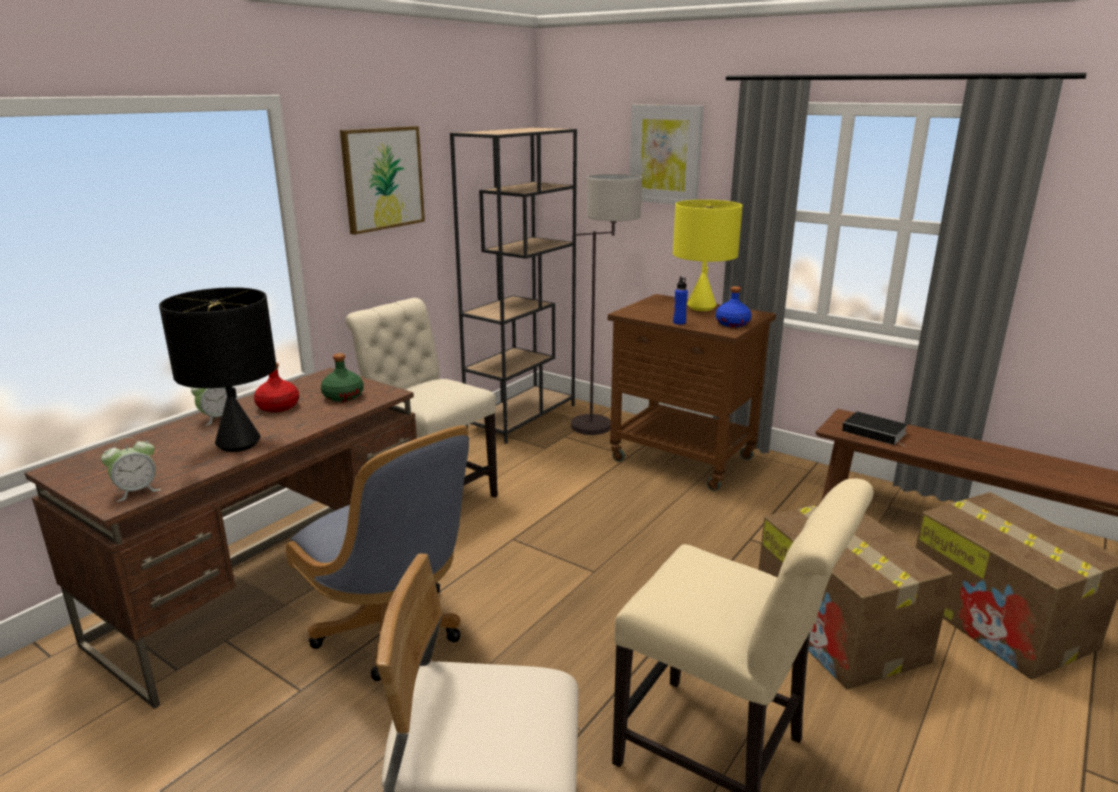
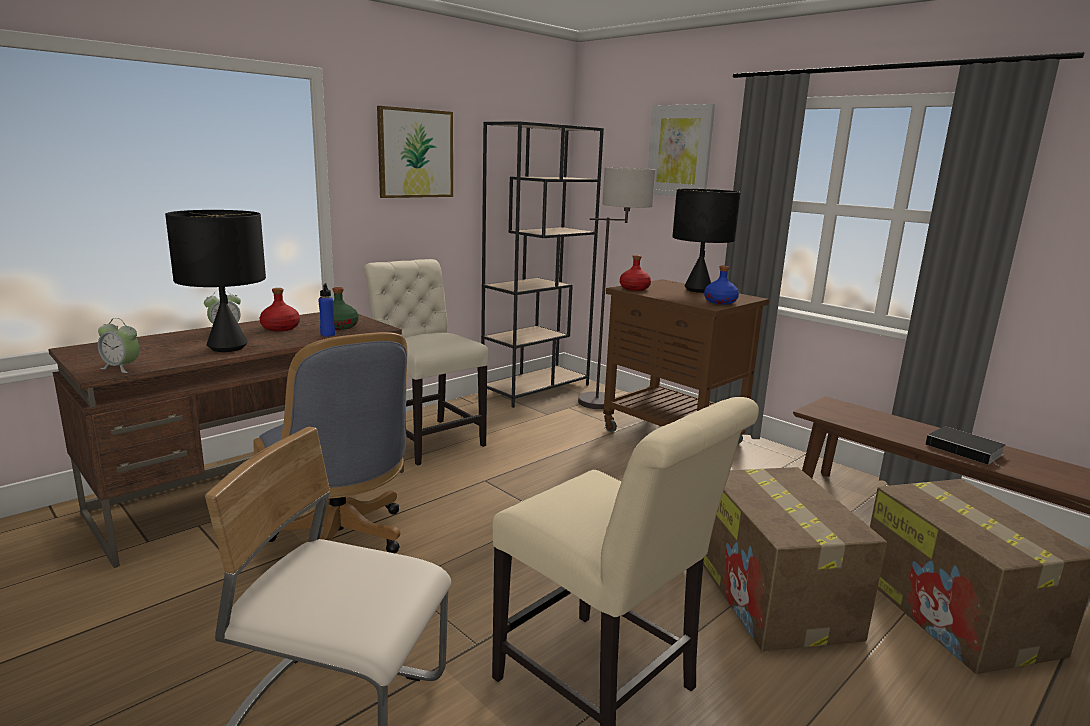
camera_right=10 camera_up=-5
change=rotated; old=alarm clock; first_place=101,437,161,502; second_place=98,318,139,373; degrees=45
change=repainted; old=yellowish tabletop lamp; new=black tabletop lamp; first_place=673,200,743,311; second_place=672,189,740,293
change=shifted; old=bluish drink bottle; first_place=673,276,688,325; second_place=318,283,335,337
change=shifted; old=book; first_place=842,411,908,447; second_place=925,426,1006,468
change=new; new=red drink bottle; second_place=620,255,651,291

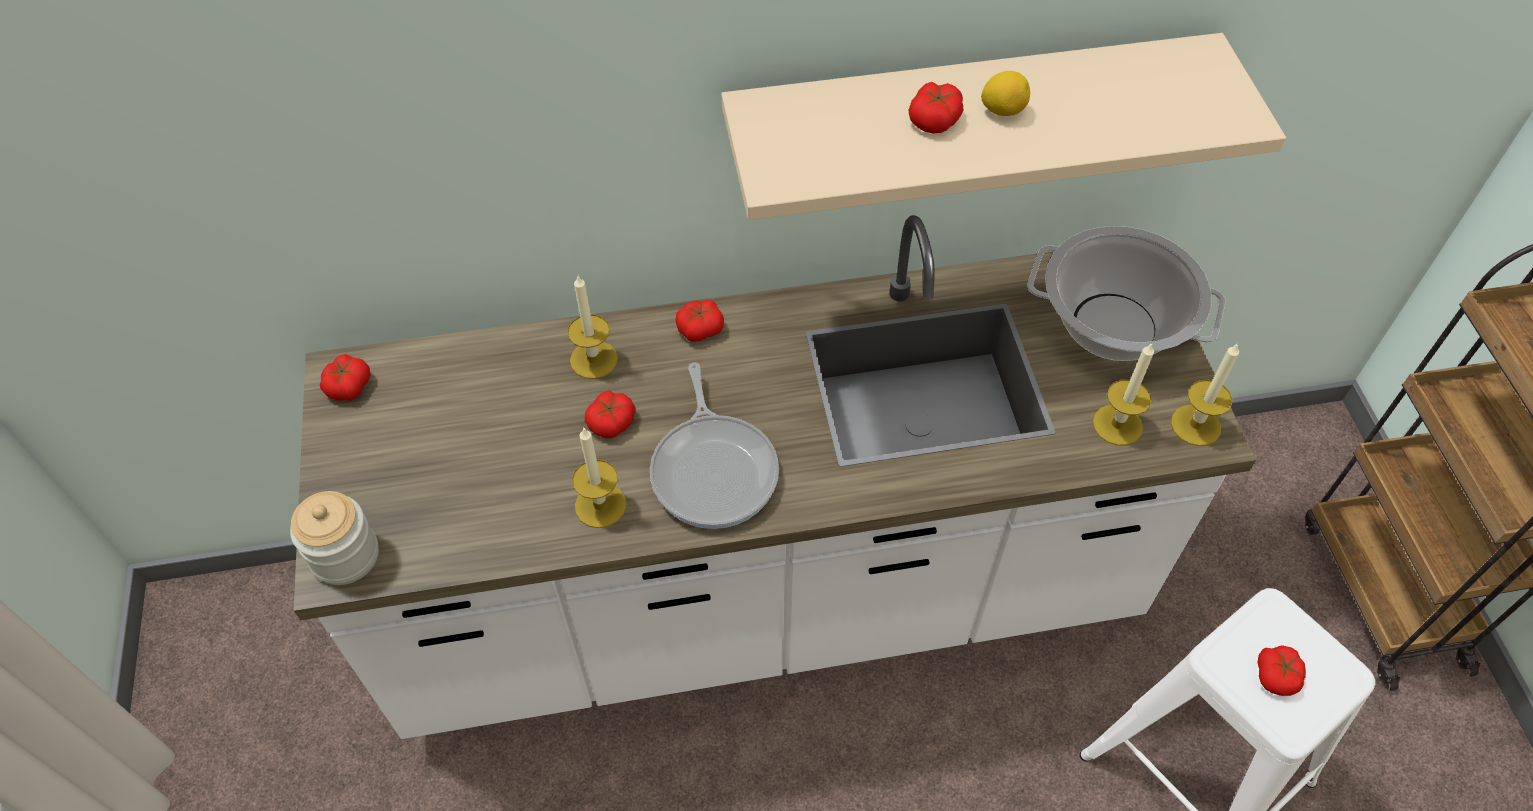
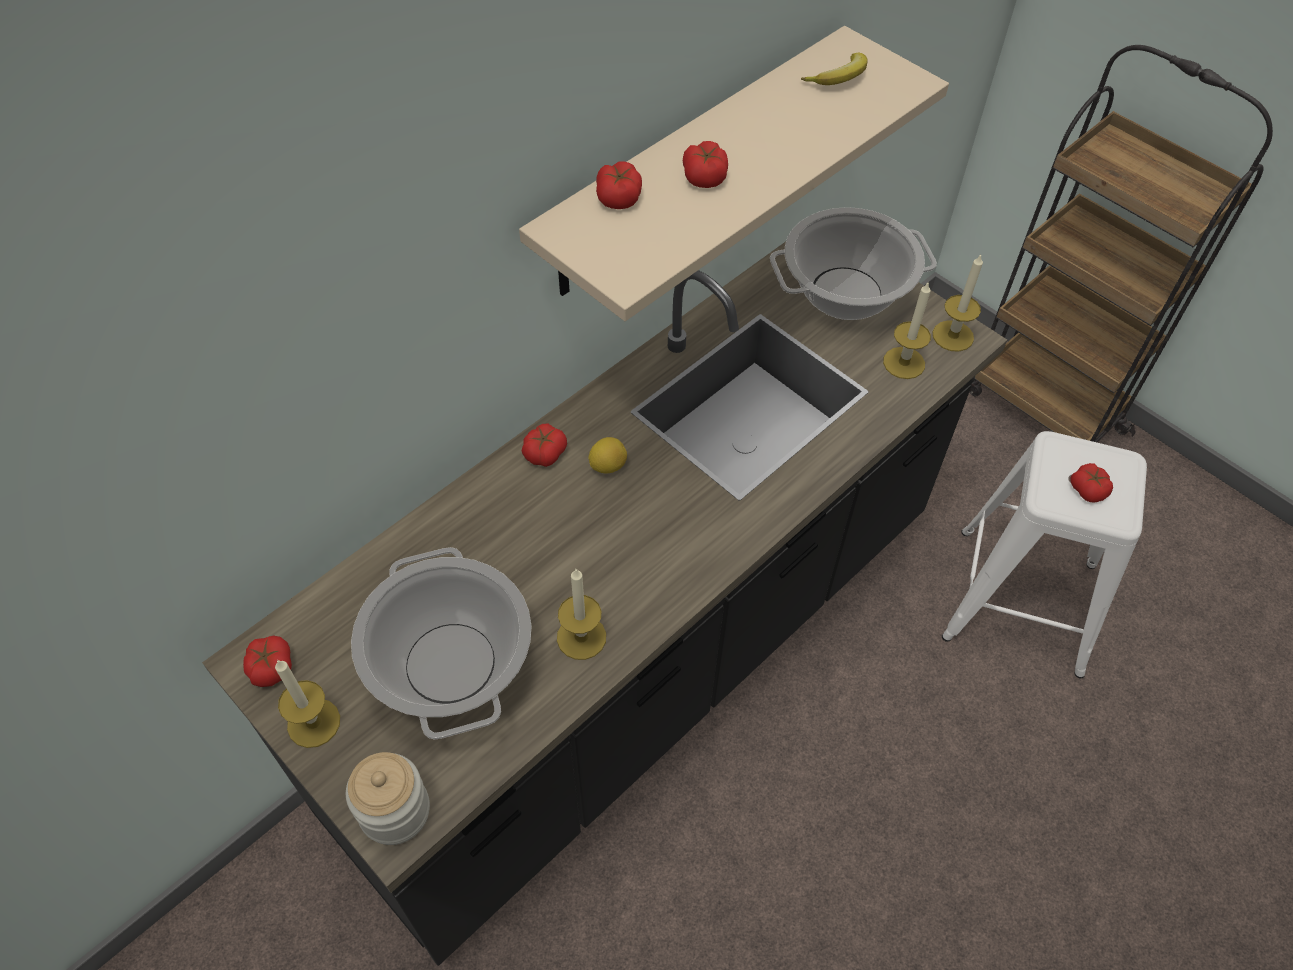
camera_right=-35 camera_up=0
change=repainted; old=whitish kitchen counter; new=black kitchen counter; first_place=294,215,1256,739; second_place=202,242,1007,966
change=shifted; old=wax candle; first_place=567,276,618,379; second_place=275,659,340,748
change=shifted; old=fresh tomato; first_place=585,390,636,438; second_place=596,162,642,209
change=gone; old=pan; first_place=650,362,779,529
change=shifted; old=whole lemon; first_place=981,71,1030,116; second_place=588,437,627,473
change=new; new=stockpot; second_place=351,547,531,740
change=new; new=banana fruit; second_place=801,53,868,85

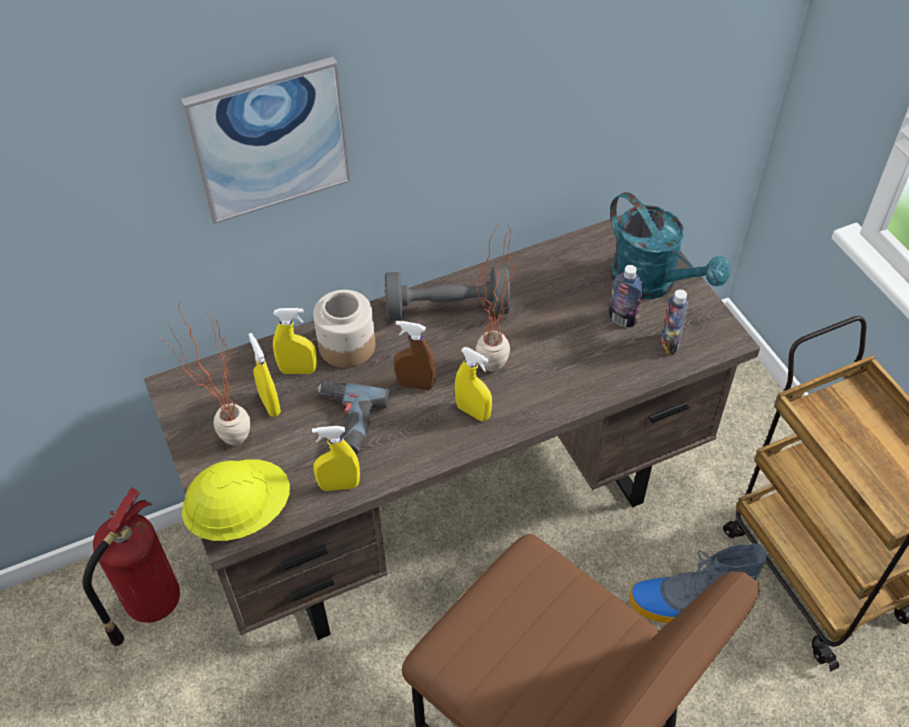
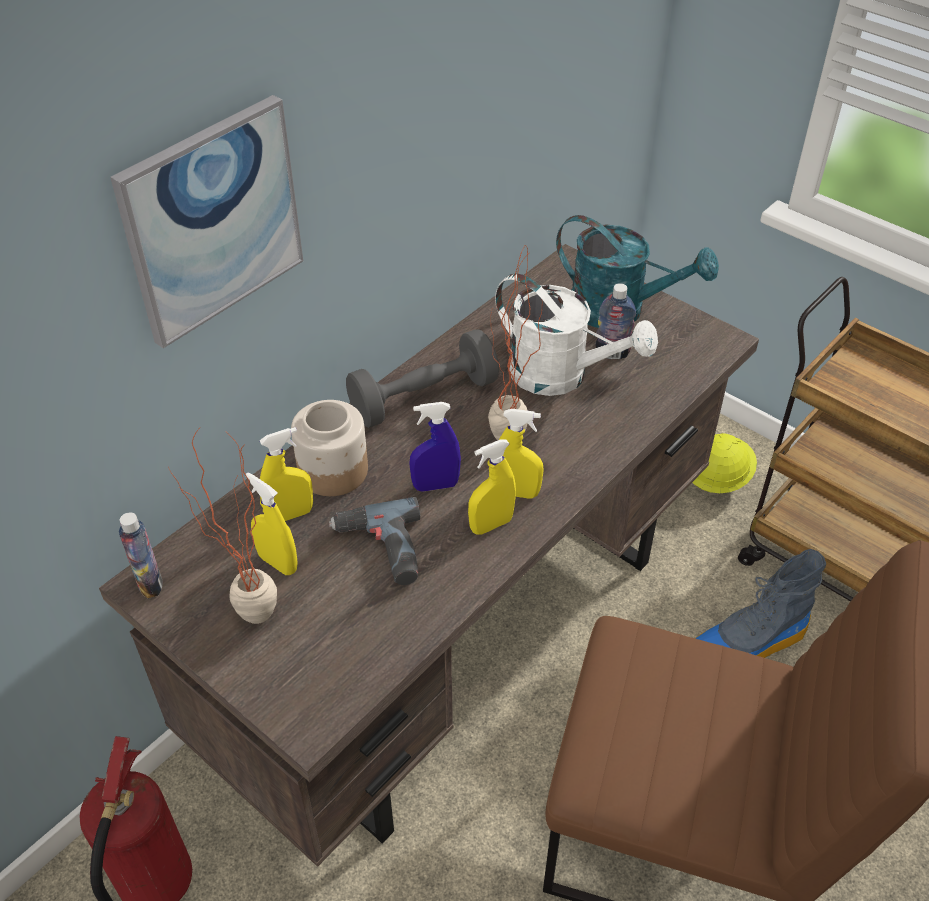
camera_right=-25 camera_up=-5
change=shifted; old=yellowish safety helmet; first_place=182,460,290,541; second_place=692,433,757,493
change=shifted; old=yellowish hand sprayer; first_place=312,426,360,491; second_place=468,439,516,535
change=repainted; old=brown hand sprayer; new=bluish hand sprayer; first_place=394,321,436,390; second_place=409,402,461,492
change=shifted; old=drink bottle; first_place=661,289,688,354; second_place=119,512,163,598
change=new; new=whitish sprinkling can; second_place=495,274,658,396

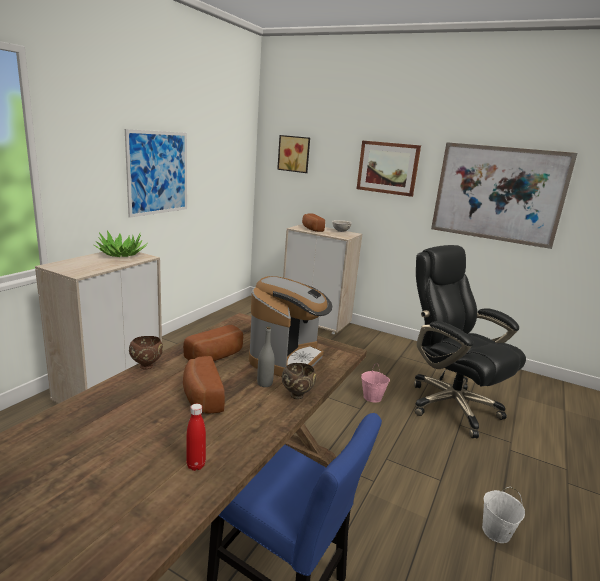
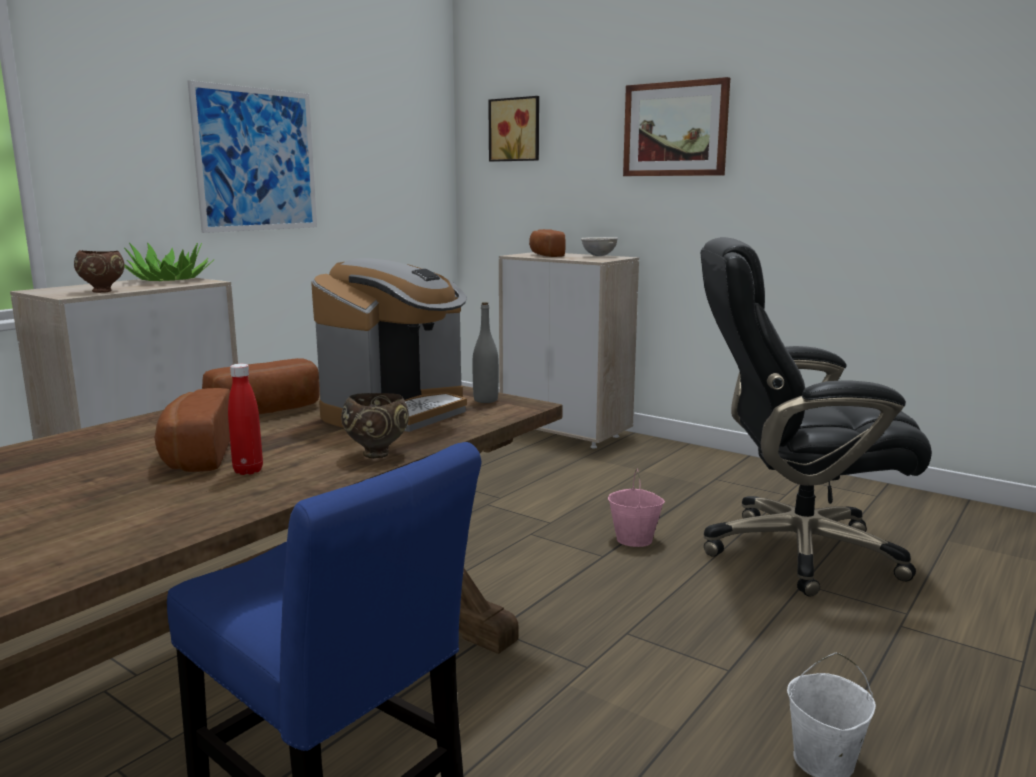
camera_right=10 camera_up=-5
change=shifted; old=brown bowl; first_place=129,336,163,370; second_place=74,250,125,293
change=shifted; old=red drink bottle; first_place=186,404,206,471; second_place=228,364,263,475
change=shifted; old=greyish drink bottle; first_place=257,327,275,387; second_place=472,302,499,403
change=rotated; old=black computer chair; first_place=414,245,526,438; second_place=701,237,932,597; degrees=-60
change=gone; old=picture; first_place=431,142,577,249

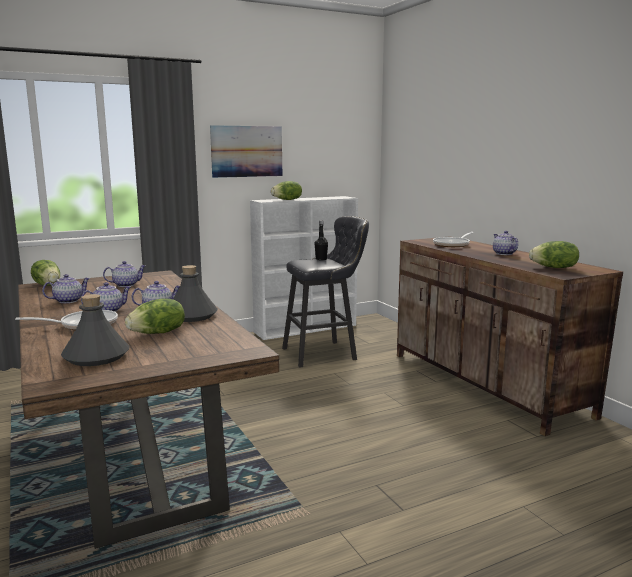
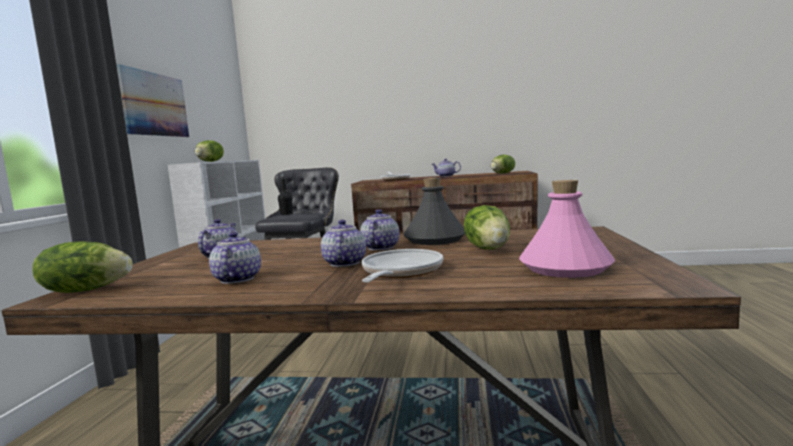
camera_right=-55 camera_up=-5
change=repainted; old=greyish drink bottle; new=pink drink bottle; first_place=61,294,130,366; second_place=519,180,615,278

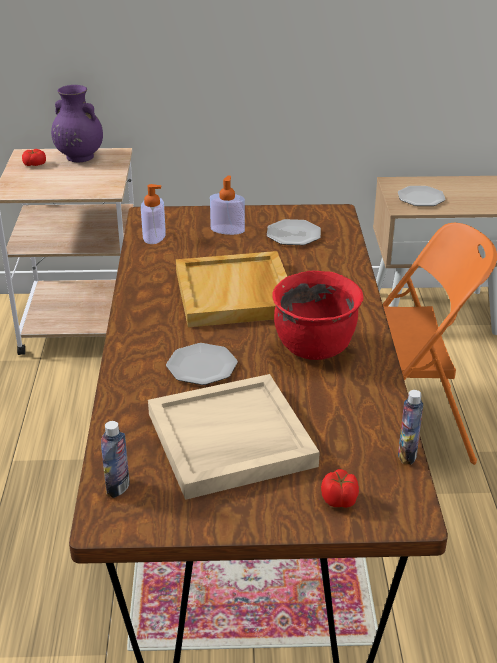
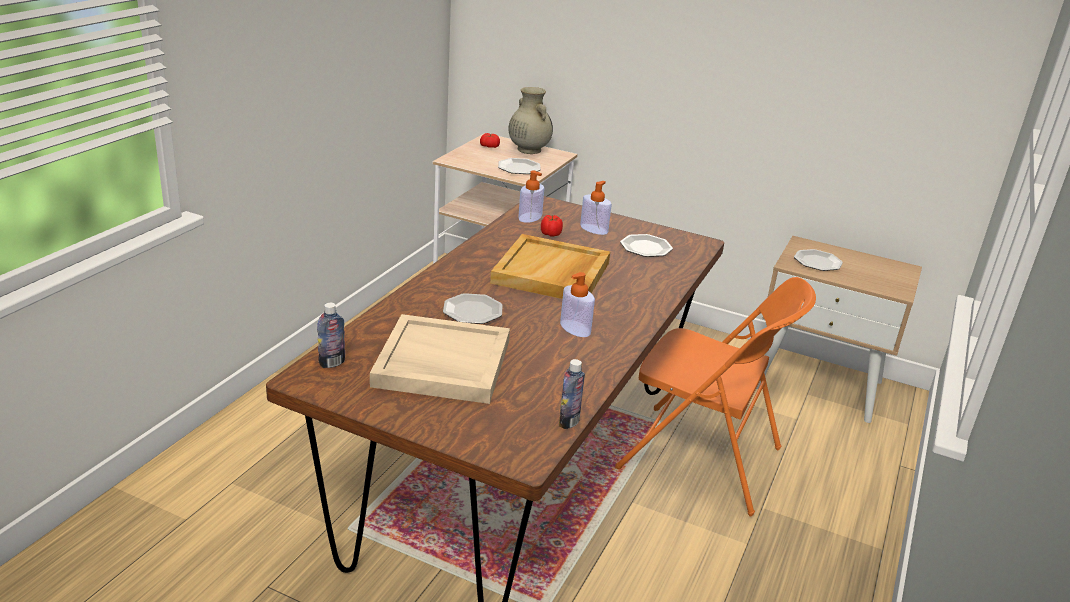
camera_right=25 camera_up=-5
change=repainted; old=purple flower vase; new=sand-coloured flower vase; first_place=51,85,103,162; second_place=509,87,553,154
change=swapped; old=red stockpot; new=liquid soap bottle; first_place=272,271,364,360; second_place=560,272,595,337
change=shifted; old=fresh tomato; first_place=321,469,359,508; second_place=541,215,563,237
change=new; new=flat dish; second_place=498,158,541,174

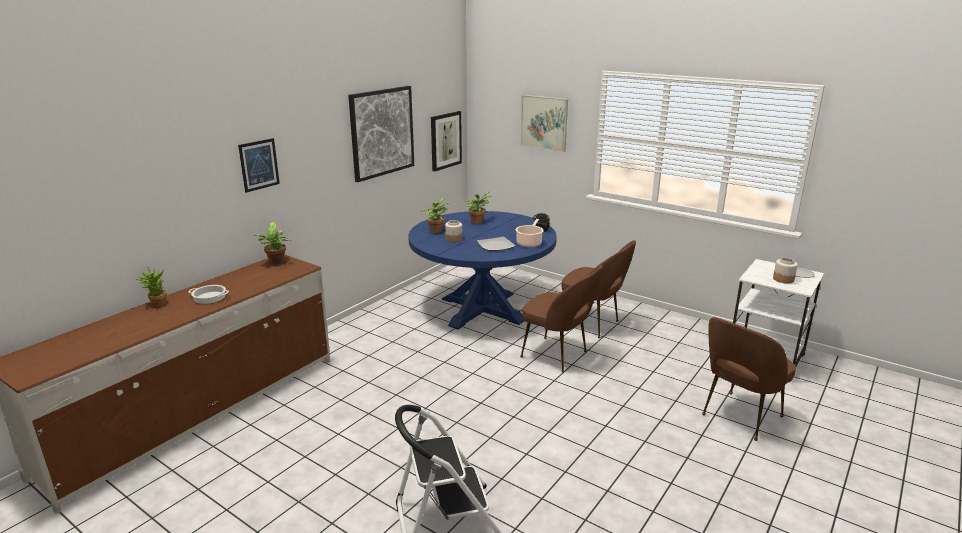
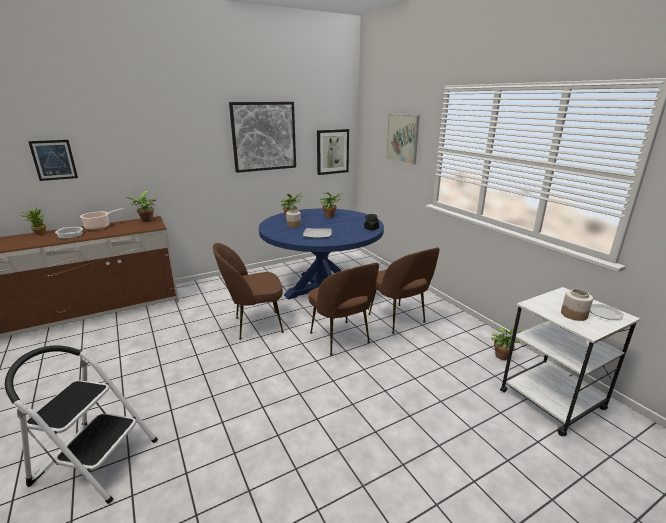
camera_right=25 camera_up=0
change=shifted; old=picture; first_place=238,138,280,193; second_place=28,140,78,181
change=shifted; old=stockpot; first_place=515,219,544,247; second_place=80,208,124,230
change=shifted; old=brown chair; first_place=702,317,796,441; second_place=213,243,284,340
change=new; new=potted plant; second_place=491,328,527,360

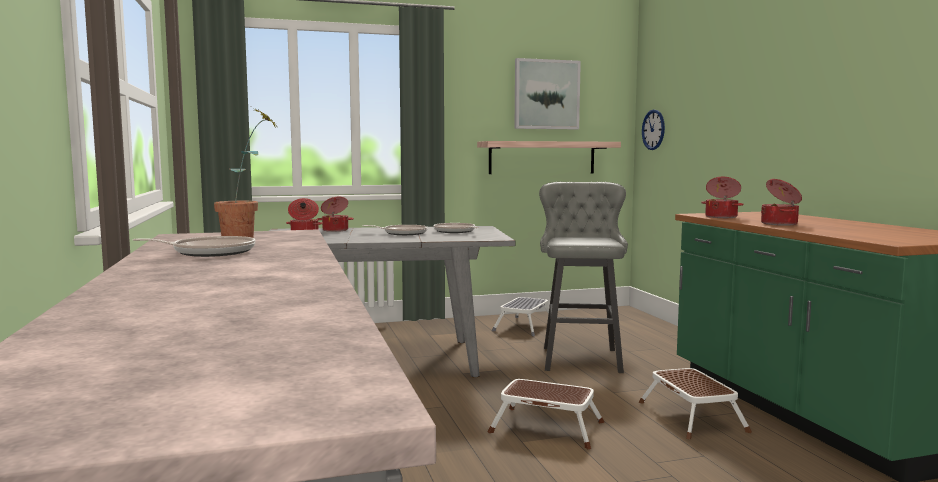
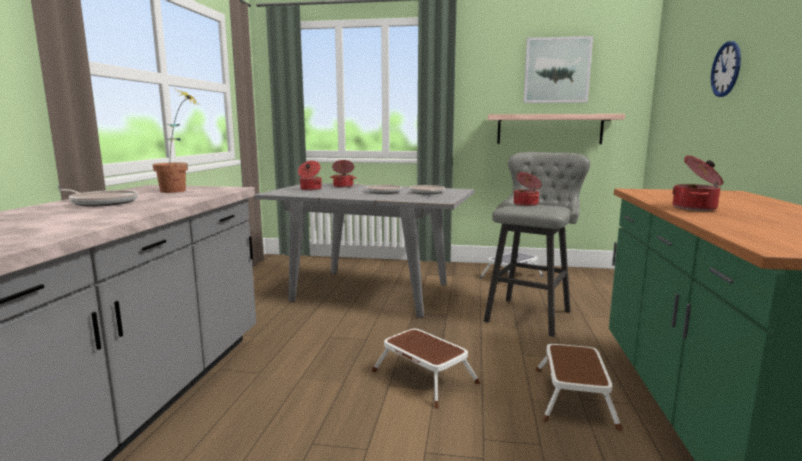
camera_right=25 camera_up=5
change=shifted; old=wall clock; first_place=642,109,665,150; second_place=711,41,741,97
change=shifted; old=stockpot; first_place=701,177,744,218; second_place=514,172,542,206

